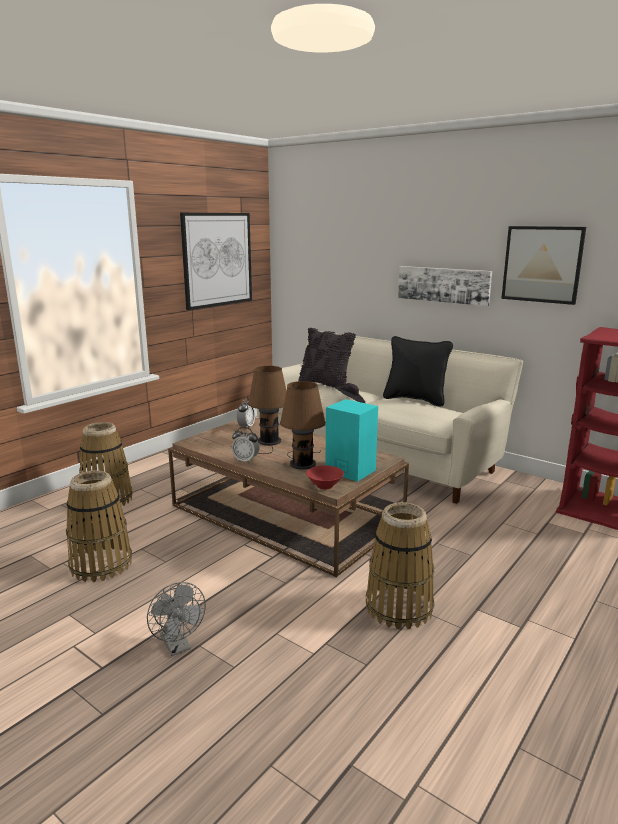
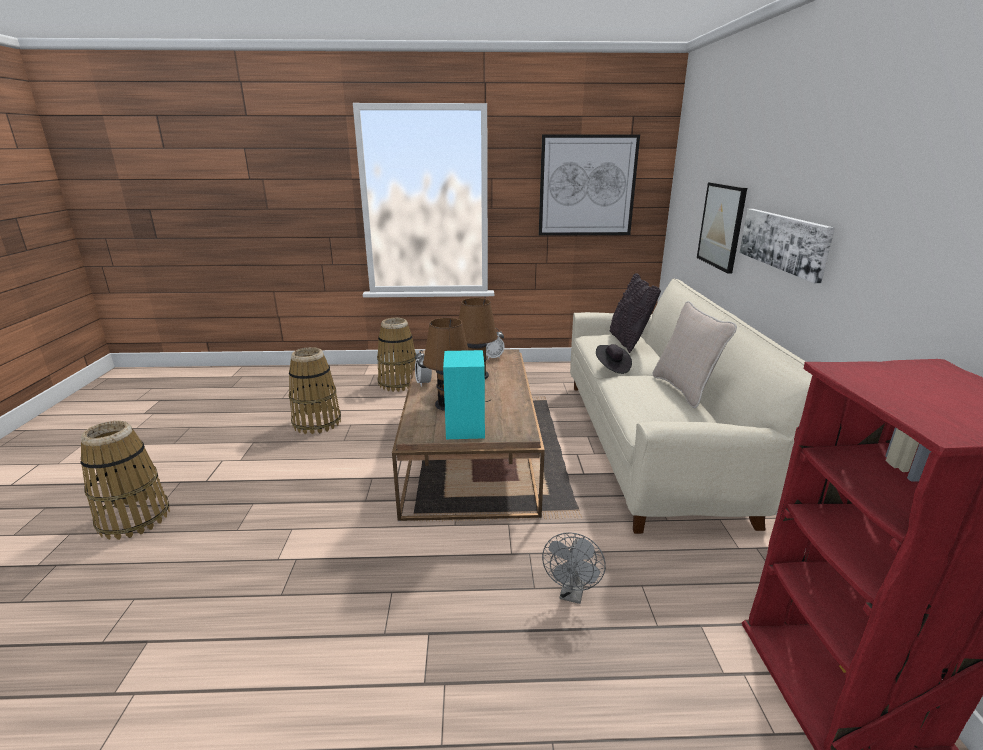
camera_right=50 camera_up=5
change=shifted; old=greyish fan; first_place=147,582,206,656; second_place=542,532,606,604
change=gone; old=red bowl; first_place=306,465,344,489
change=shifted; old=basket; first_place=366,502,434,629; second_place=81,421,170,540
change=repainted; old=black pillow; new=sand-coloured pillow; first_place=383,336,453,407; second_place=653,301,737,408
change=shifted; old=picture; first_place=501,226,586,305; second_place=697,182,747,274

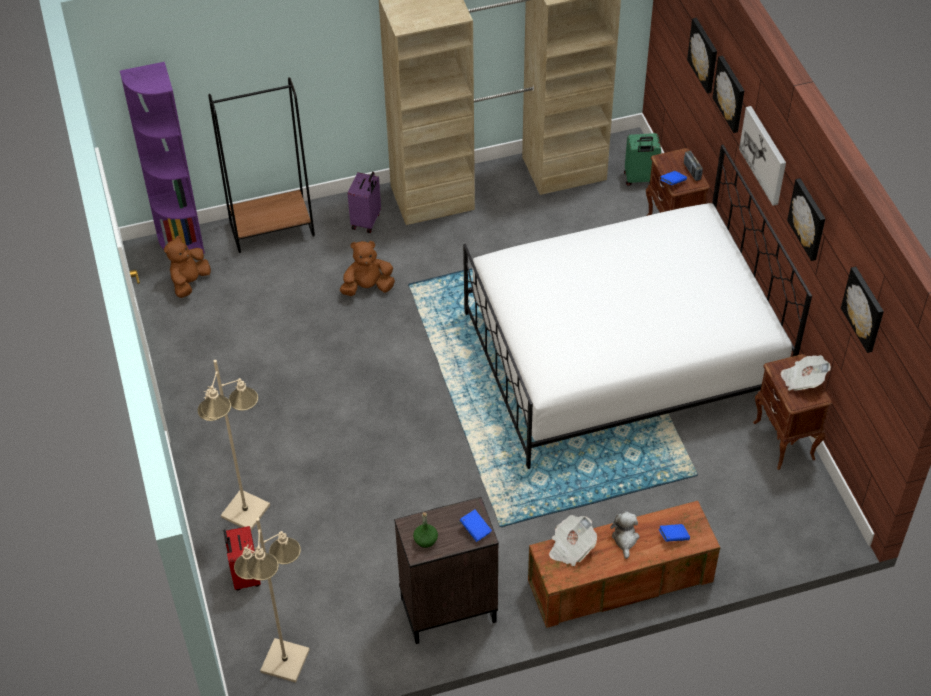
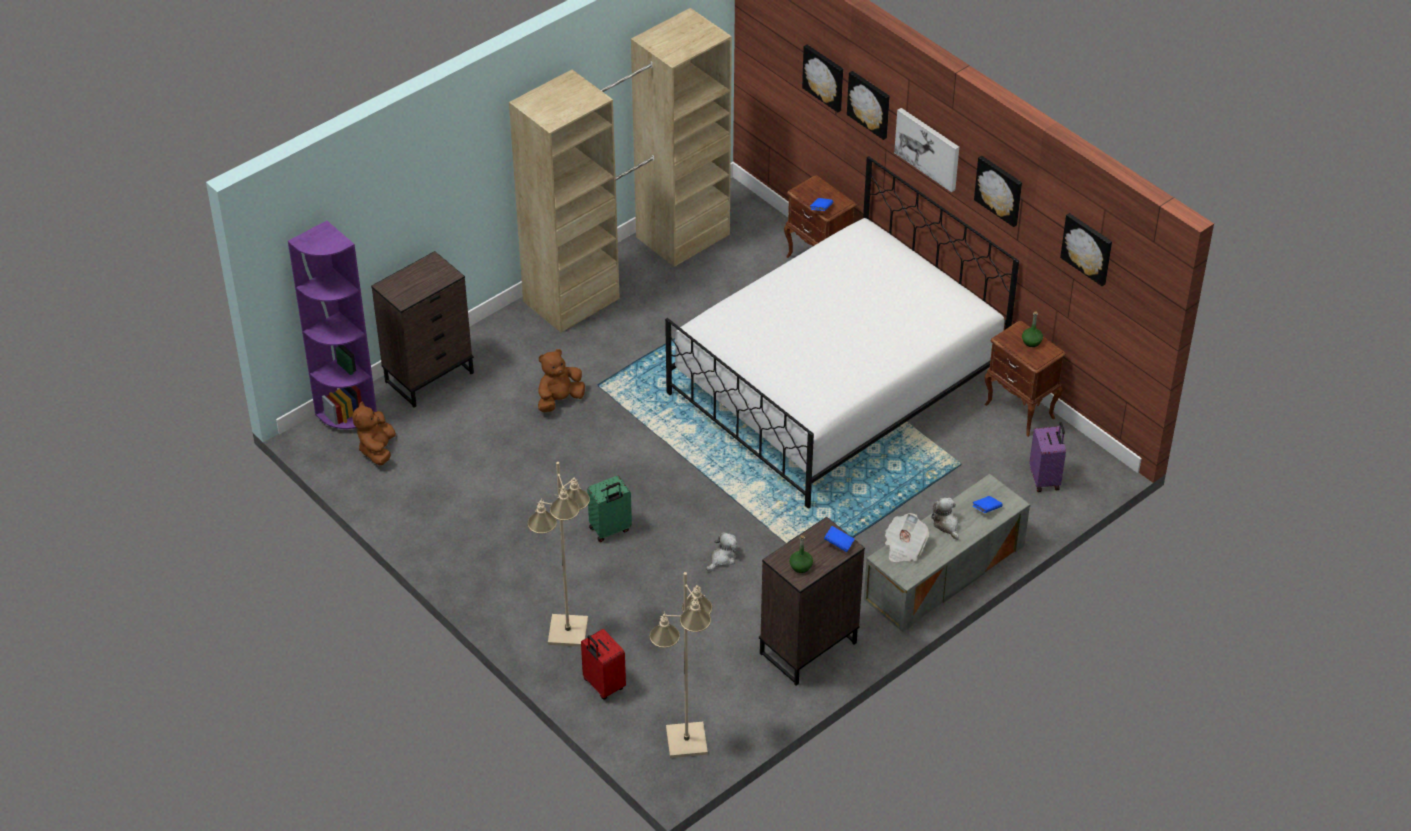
camera_right=-25 camera_up=-5
change=swapped; old=clothes rack; new=brown dresser; first_place=208,77,315,253; second_place=371,251,474,408
change=shifted; old=purple suitcase; first_place=348,172,381,233; second_place=1030,422,1066,492
change=repainted; old=brown bench; new=greyish bench; first_place=528,501,720,628; second_place=864,474,1030,632
change=shifted; old=green suitcase; first_place=624,133,661,186; second_place=587,476,632,542
change=gone; old=radio receiver; first_place=684,151,703,181
change=swapped; old=newspaper; new=green drink bottle; first_place=780,355,831,391; second_place=1022,312,1043,347
change=new; new=soft toy; second_place=706,532,738,571

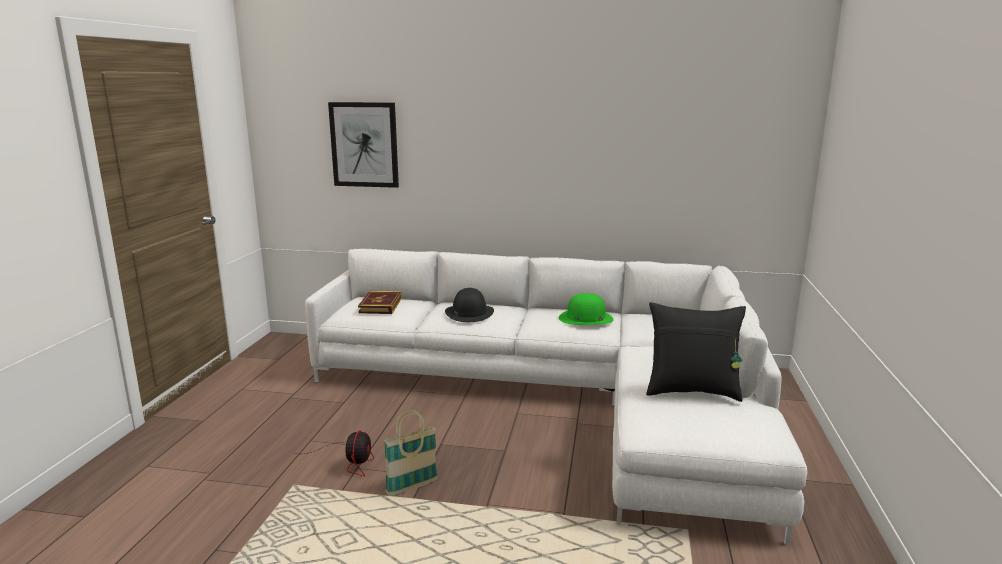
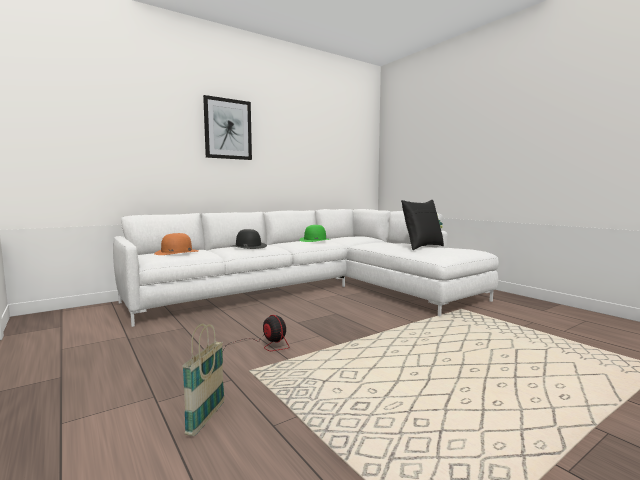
camera_right=-45 camera_up=-10
change=shifted; old=picture; first_place=328,102,399,188; second_place=203,95,252,160
change=swapped; old=book; new=orangey wearable hat; first_place=358,291,402,314; second_place=154,233,198,255
change=shifted; old=basket; first_place=384,410,438,496; second_place=182,324,225,436

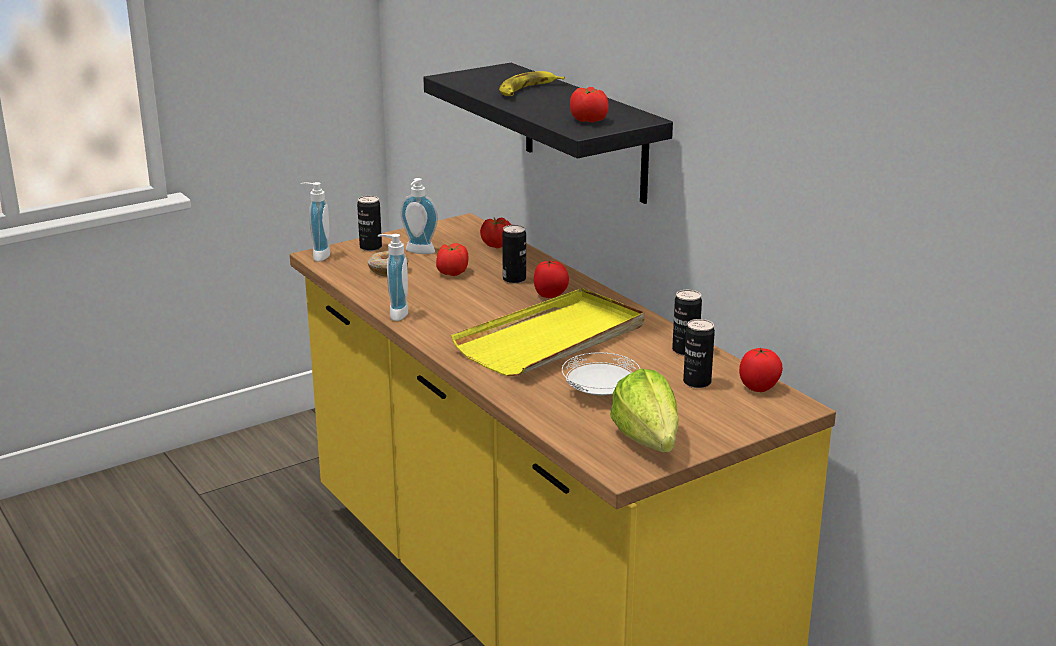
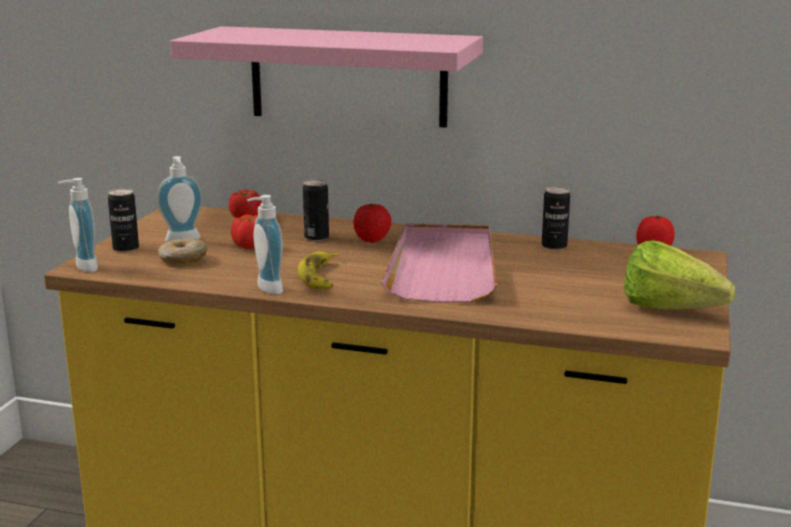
camera_right=-40 camera_up=-5
change=repainted; old=black bracket shelf; new=pink bracket shelf; first_place=423,63,673,204; second_place=170,26,483,128
change=repainted; old=yellowish serving tray; new=pink serving tray; first_place=451,288,645,376; second_place=381,224,497,303
change=shifted; old=banana fruit; first_place=499,71,565,96; second_place=298,252,339,289
change=gone; old=whitish flat dish; first_place=562,352,640,396
change=gone; old=fresh tomato; first_place=570,87,609,123
change=gone; old=sealed can; first_place=683,319,715,388

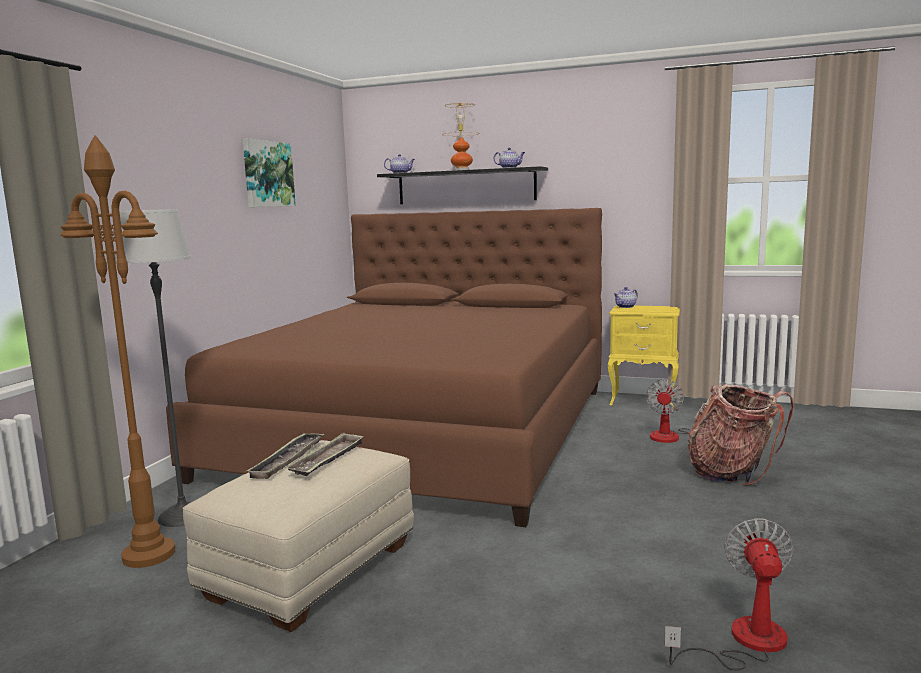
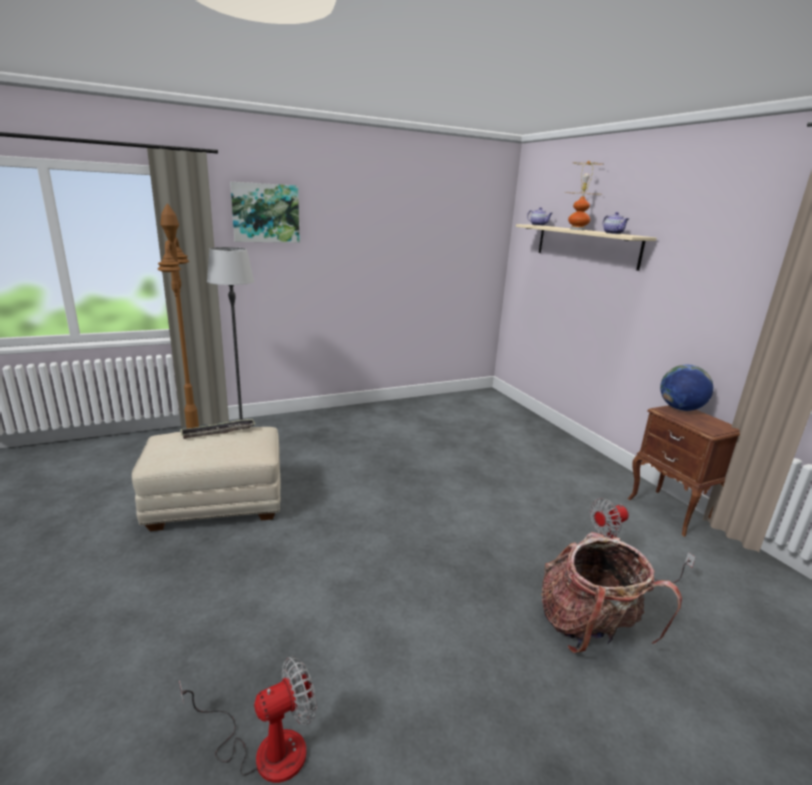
camera_right=45 camera_up=10
change=gone; old=brown sleeping bed; first_place=166,208,602,527
change=shifted; old=picture; first_place=243,138,296,207; second_place=230,182,300,243
change=gone; old=serving tray; first_place=287,432,364,476
change=repainted; old=black bracket shelf; new=sand-coloured bracket shelf; first_place=377,166,548,204; second_place=516,224,657,271
change=repainted; old=yellowish night table; new=brown night table; first_place=608,305,680,407; second_place=628,405,740,537
change=swapped; old=teapot; new=desk globe; first_place=614,287,638,308; second_place=660,364,713,411

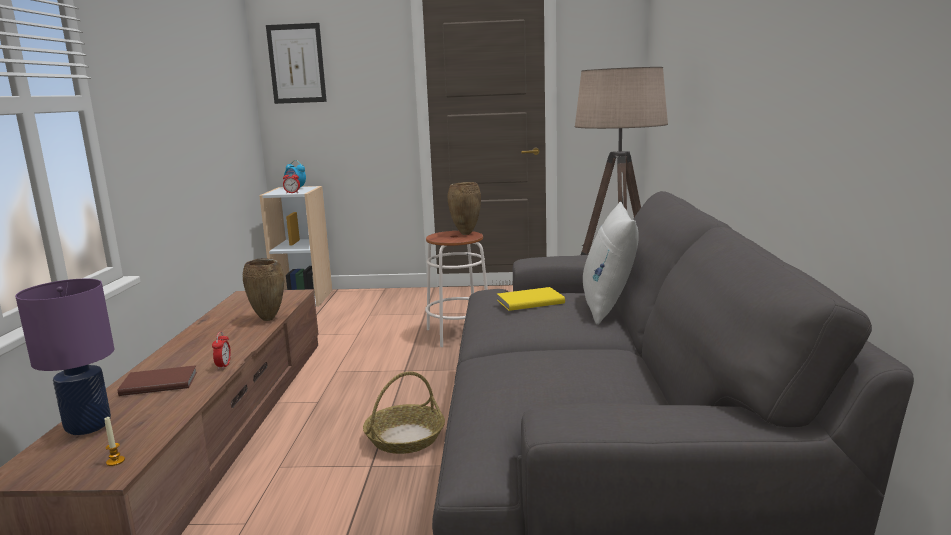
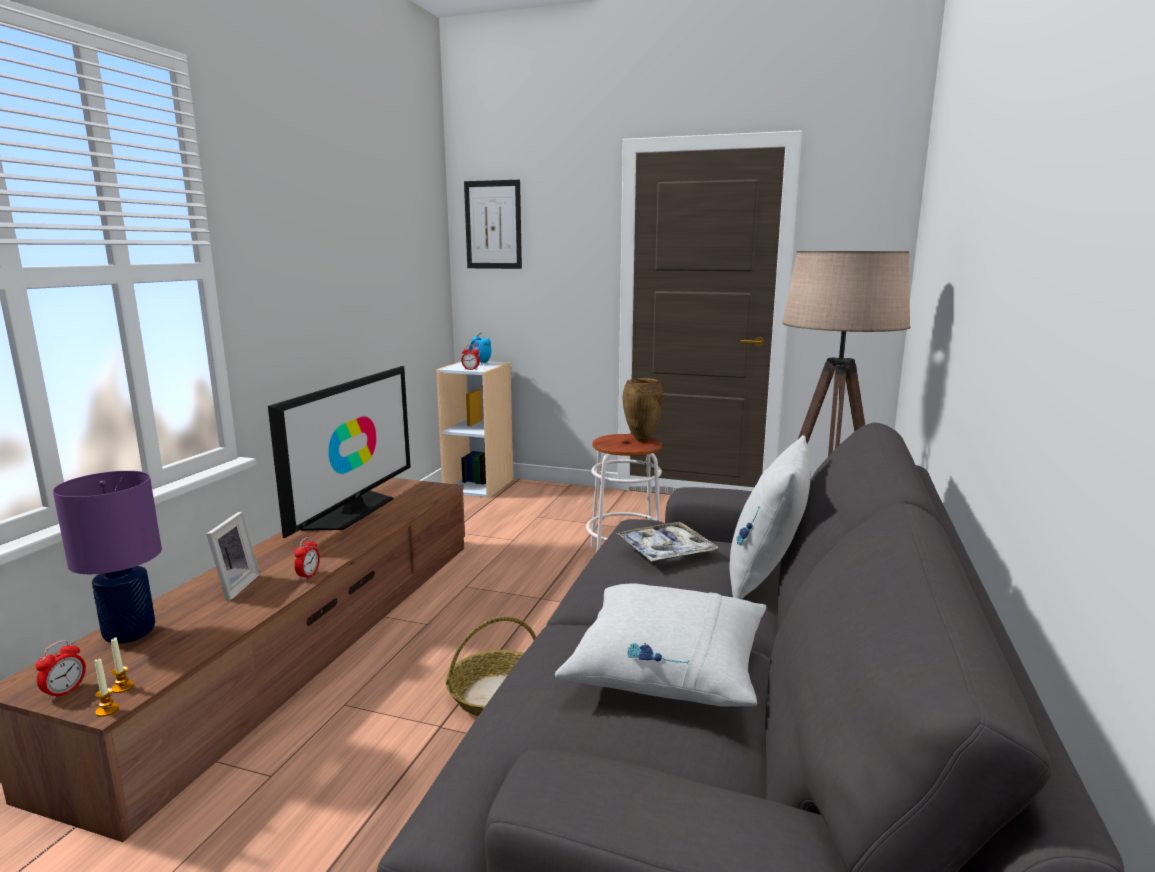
camera_right=15 camera_up=0
change=swapped; old=brown book; new=photo frame; first_place=118,365,197,396; second_place=206,512,260,601
change=gone; old=brown flower vase; first_place=243,258,284,321
change=swapped; old=yellowish book; new=serving tray; first_place=497,287,565,311; second_place=616,522,718,562
change=new; new=alarm clock; second_place=36,640,86,701
change=new; new=wax candle; second_place=94,658,119,717
change=new; new=TV; second_place=268,366,411,538
change=new; new=greyish pillow; second_place=555,583,766,707

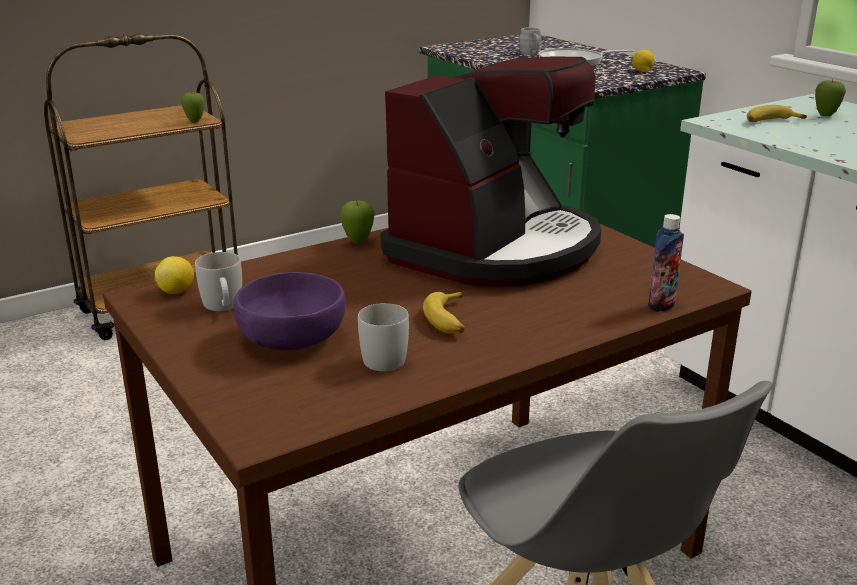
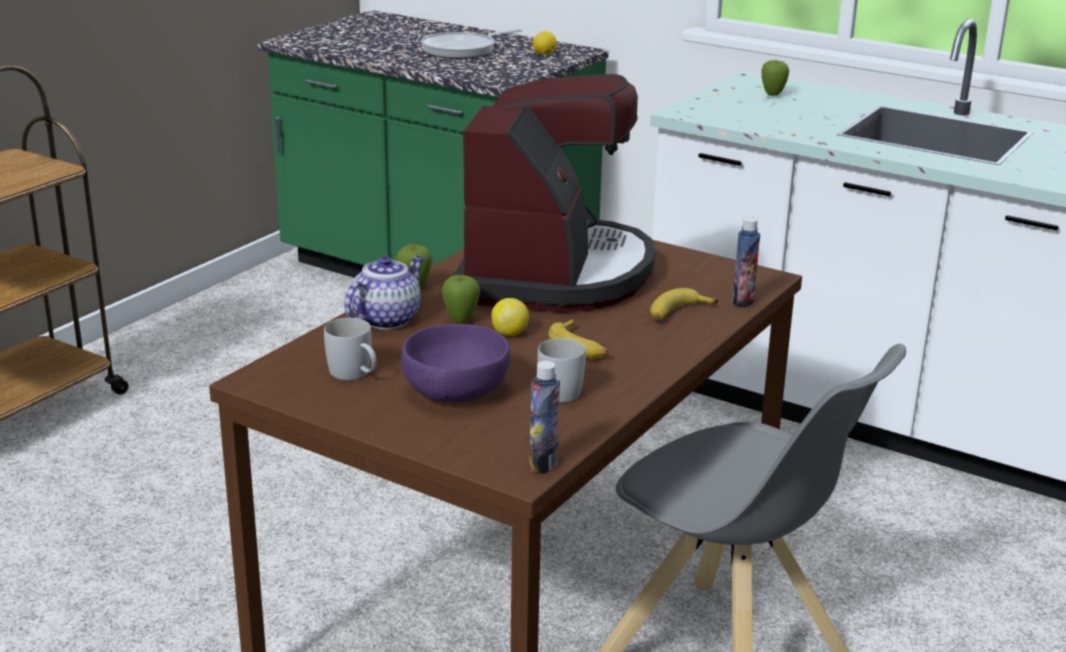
camera_right=-25 camera_up=0
change=shifted; old=whole lemon; first_place=155,256,194,294; second_place=491,298,529,336
change=shifted; old=apple fruit; first_place=181,91,205,123; second_place=441,275,480,324
change=gone; old=greyish mug; first_place=519,27,541,55
change=shifted; old=banana fruit; first_place=747,105,807,122; second_place=650,288,718,320
change=new; new=teapot; second_place=344,256,424,330
change=new; new=drink bottle; second_place=529,361,560,474

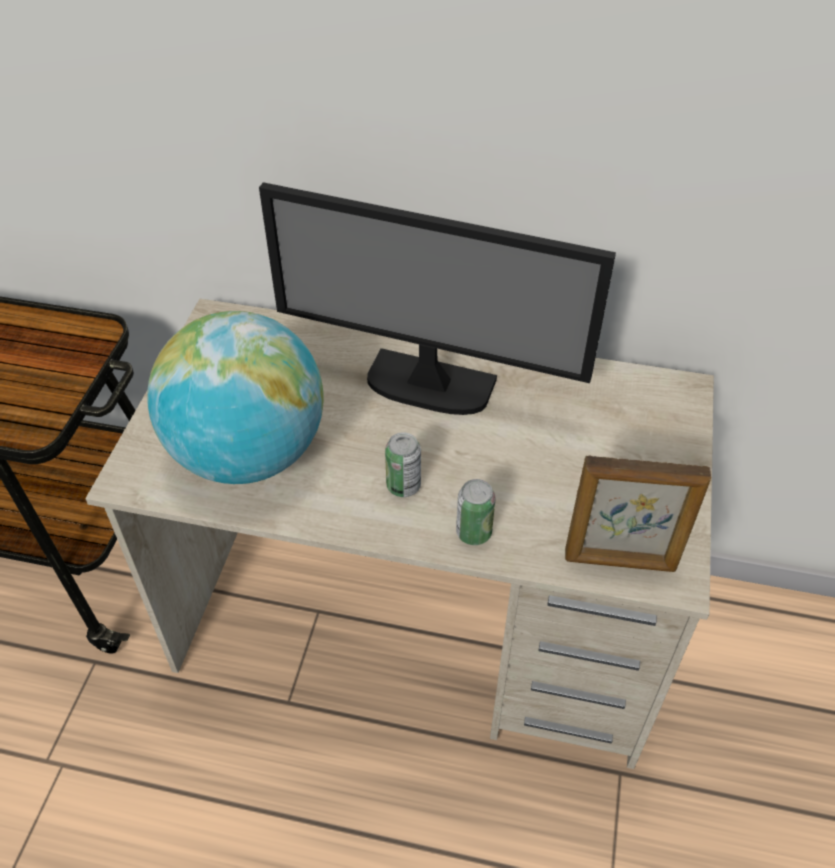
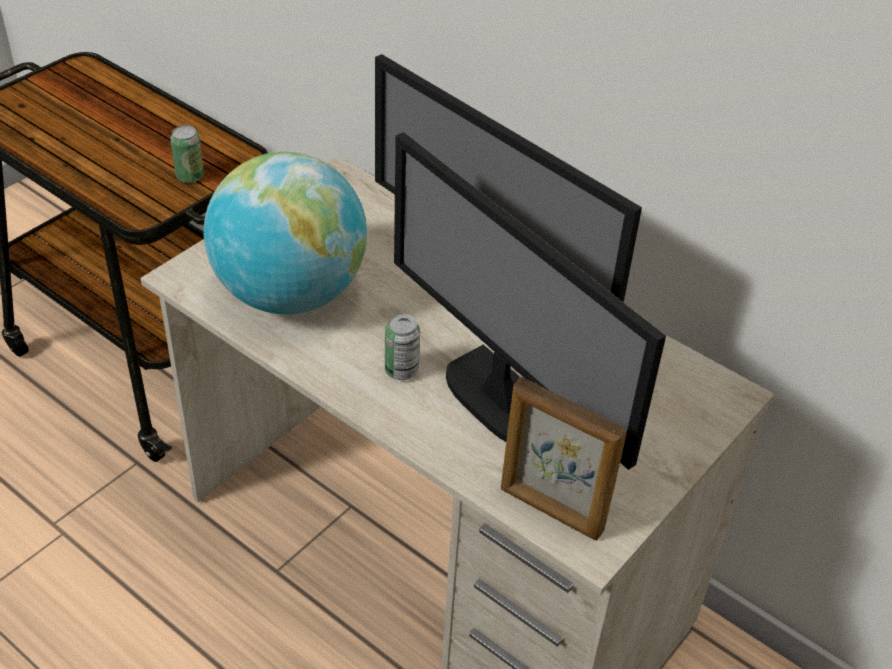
camera_right=25 camera_up=-5
change=shifted; old=sealed can; first_place=456,479,496,545; second_place=170,125,204,183
change=new; new=computer display; second_place=394,132,666,470

